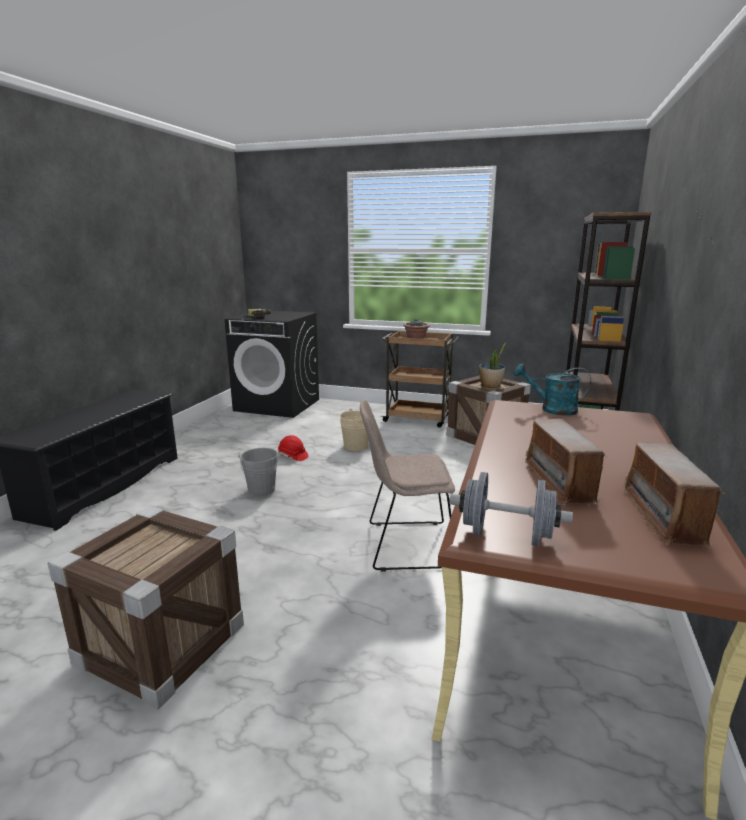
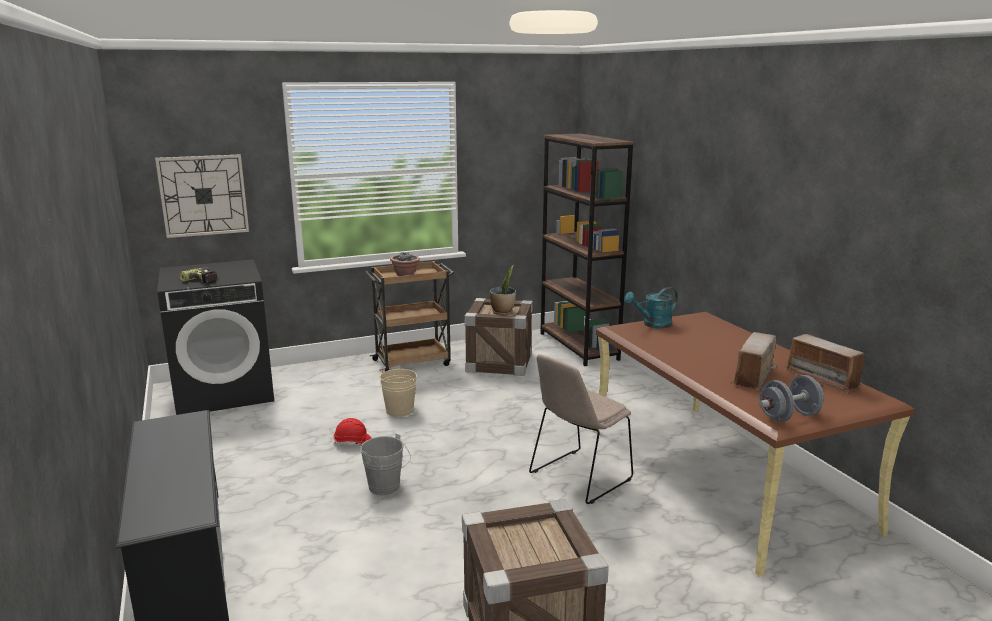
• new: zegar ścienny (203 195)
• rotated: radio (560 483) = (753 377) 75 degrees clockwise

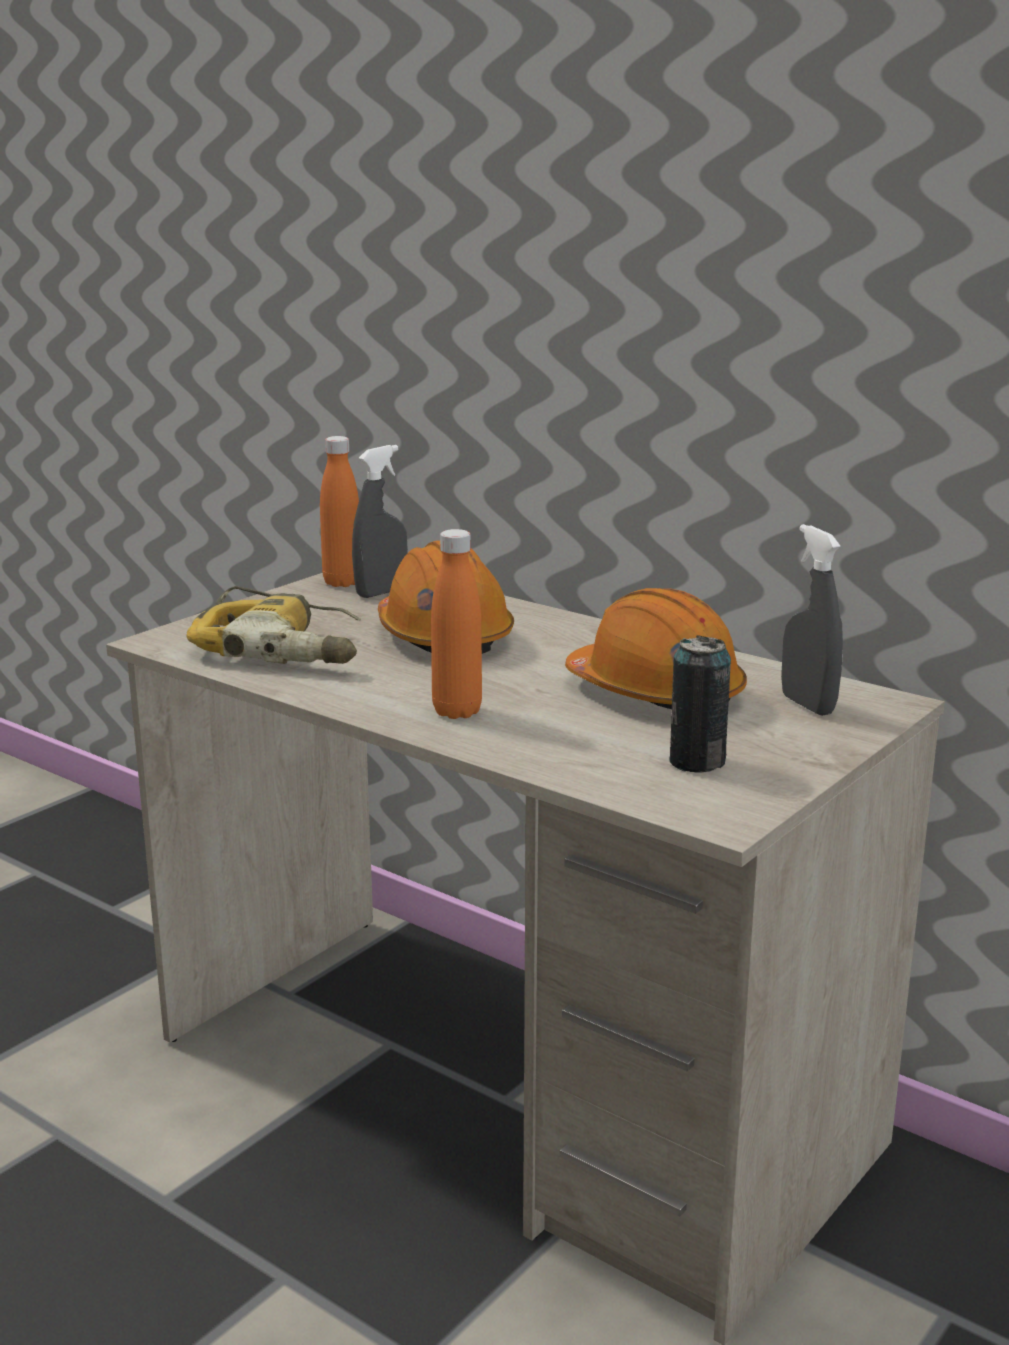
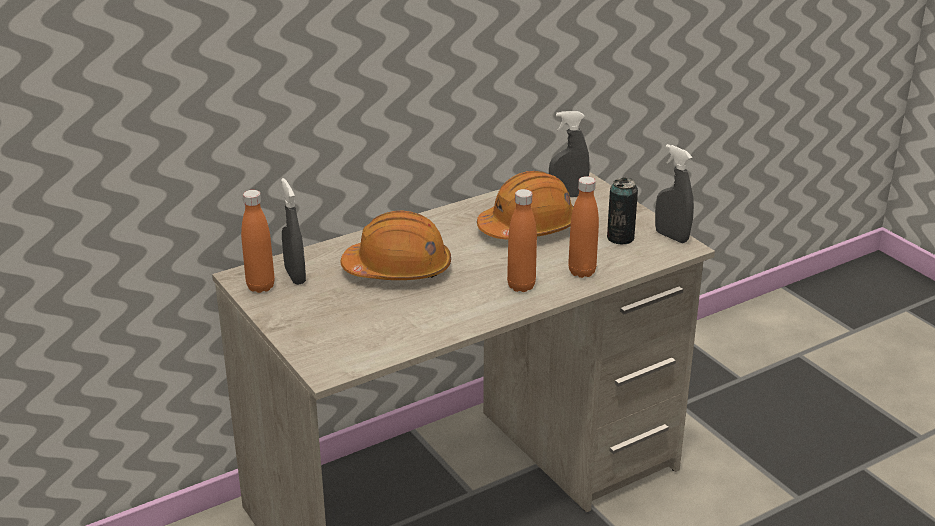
• gone: wiertarka (283 648)
• new: butelka (pomarańczowy) (582 272)
• new: spryskiwacz (szary) (671 236)

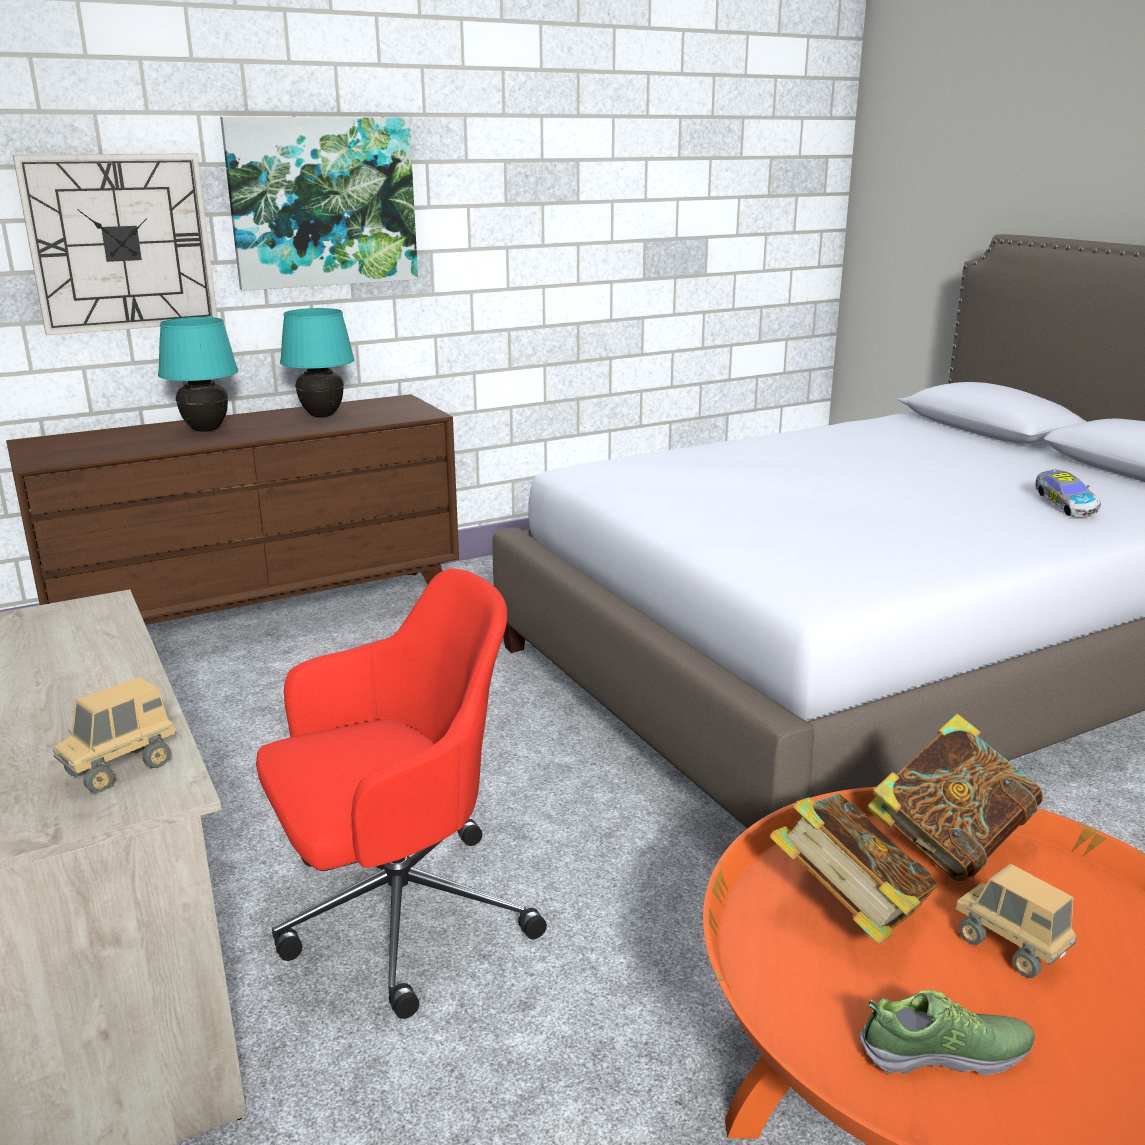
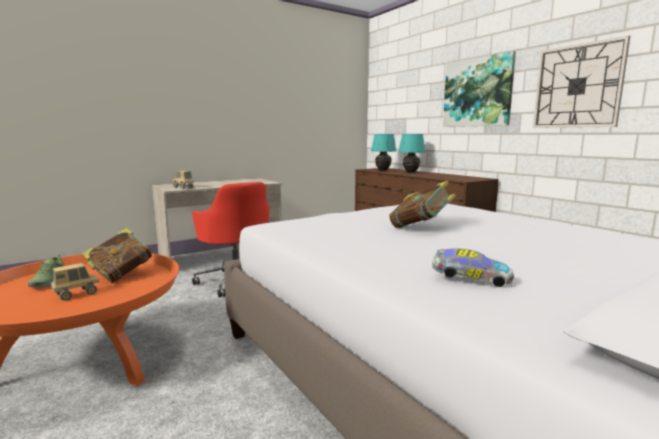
• shifted: zegar ścienny (121 243) to (577 86)
• shifted: lampa stołowa (turkusowy) (321 416) to (383 170)
• shifted: książka (948 844) to (420 228)
• rotated: samochodzik (1063 506) = (469 279) 150 degrees counterclockwise

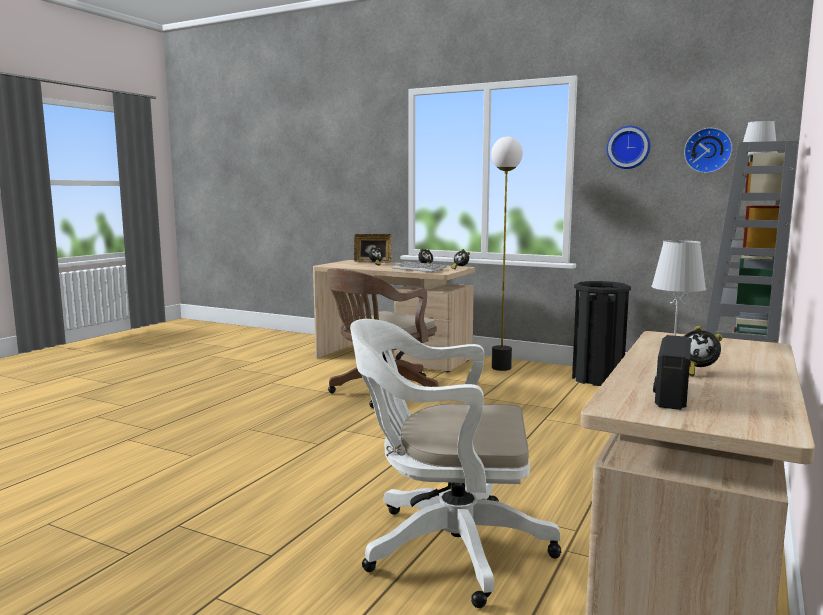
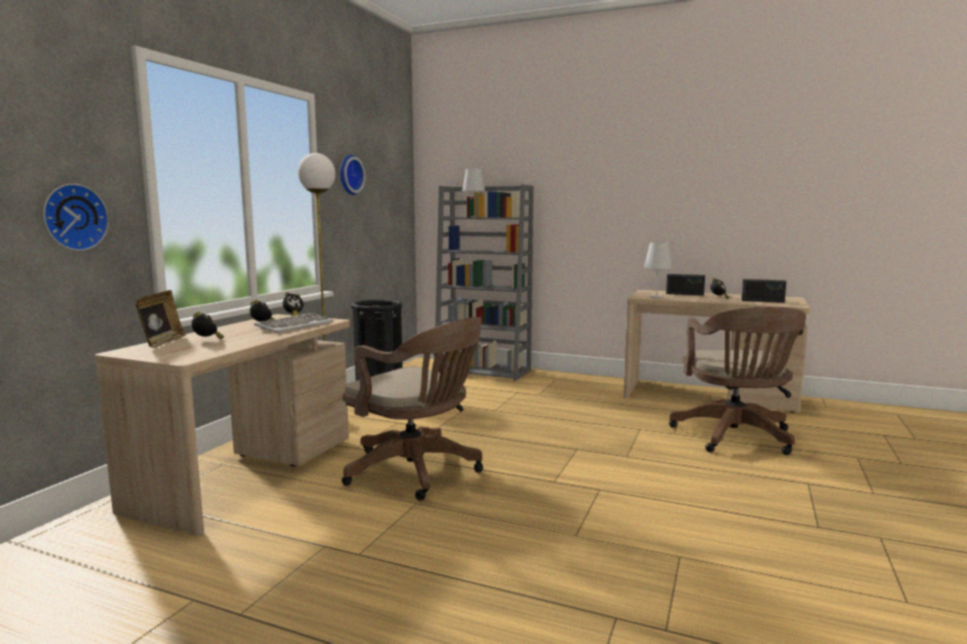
• new: radio (684 294)
• shifted: zegar ścienny (708 150) to (73 217)
• repainted: krzesło biurowe (biały) (446 547) to krzesło biurowe (brązowy) (735 438)

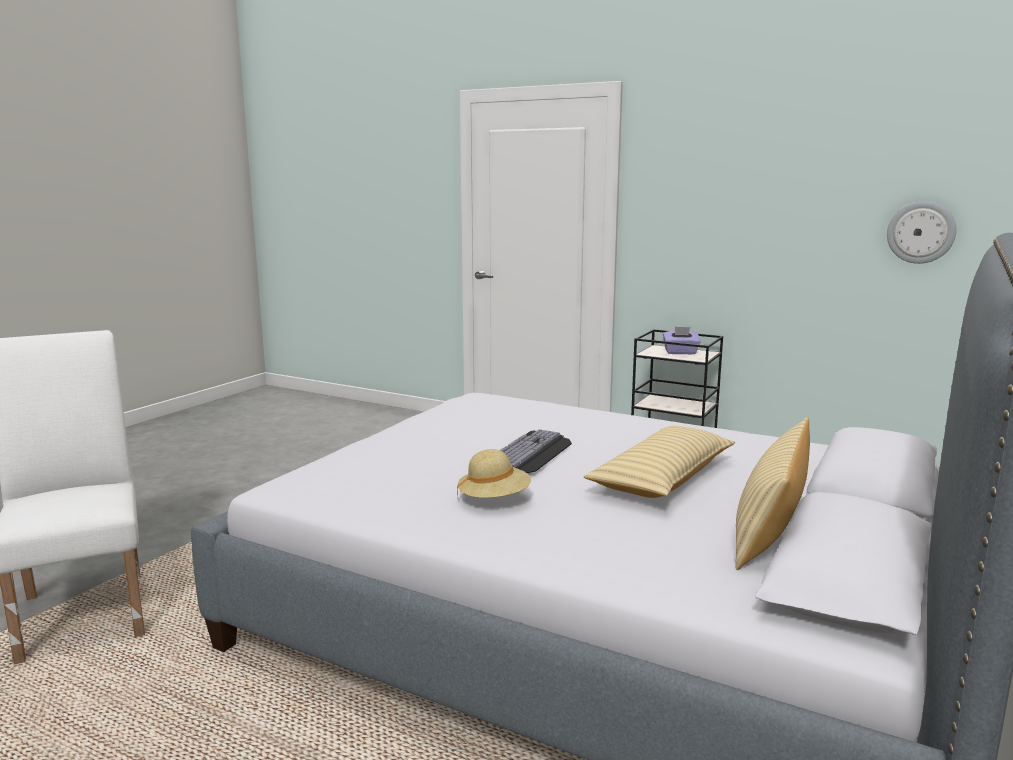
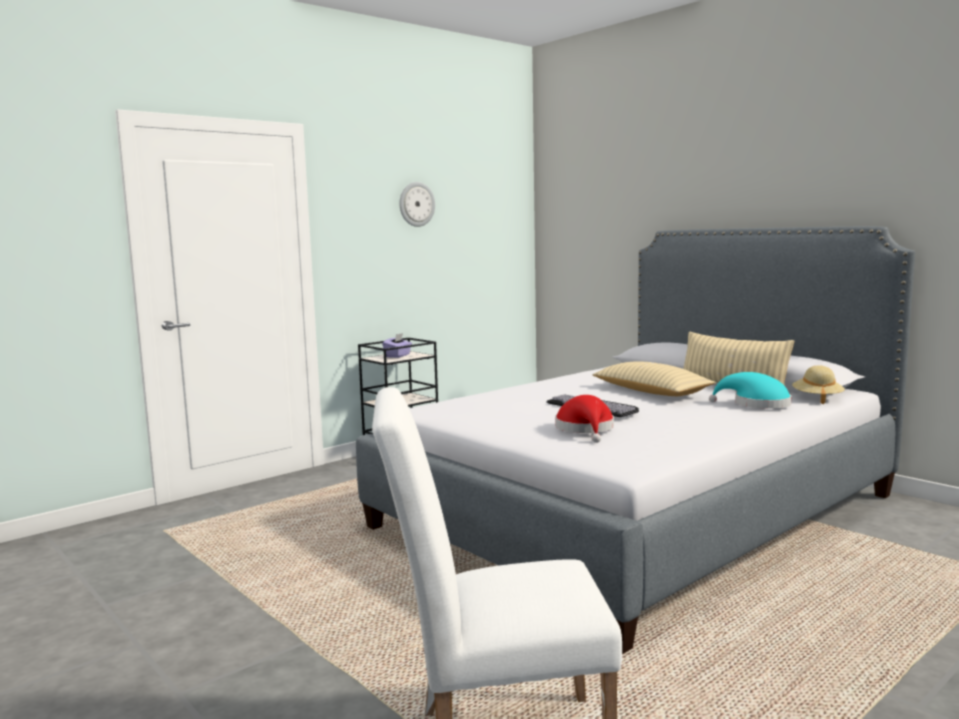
• new: kapelusz (czerwony) (586 429)
• new: kapelusz (turkusowy) (756 404)
• shifted: kapelusz (beżowy) (494 499) to (817 398)
• shifted: zegar ścienny (921 232) to (416 204)

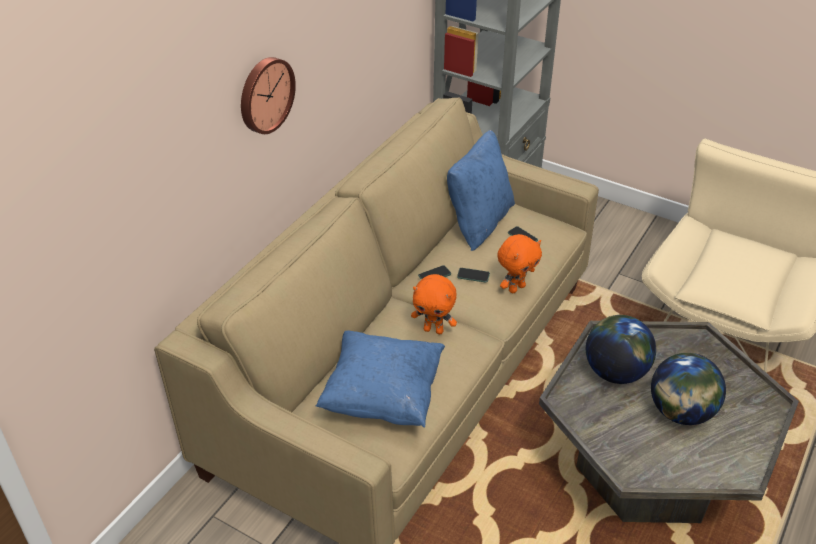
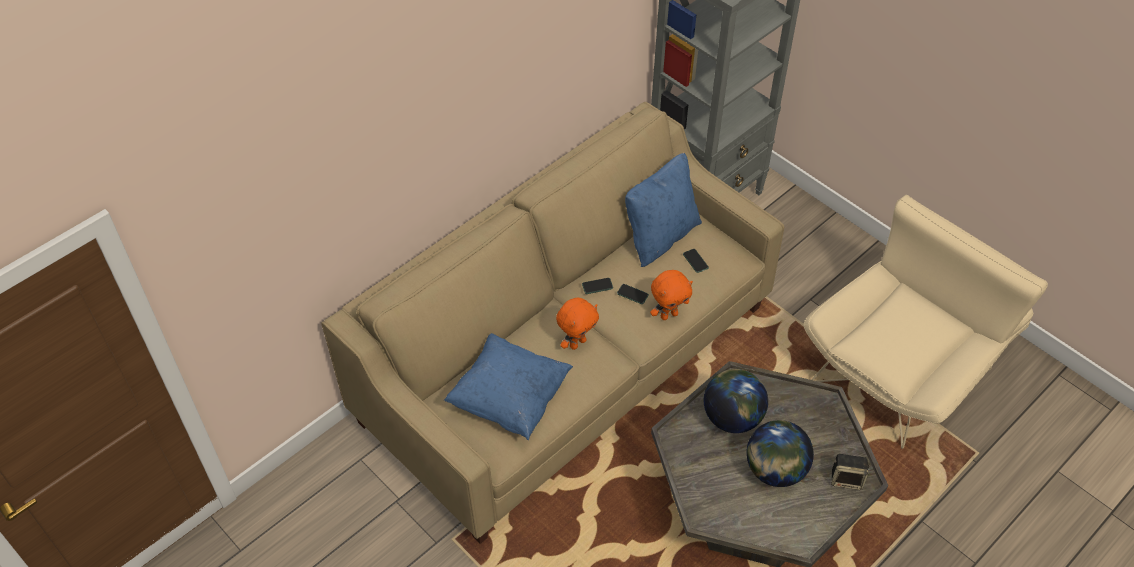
• gone: zegar ścienny (265 94)
• new: głośnik (847 479)
• rotated: pluszak (pomarańczowy) (434 330) = (577 343) 75 degrees counterclockwise

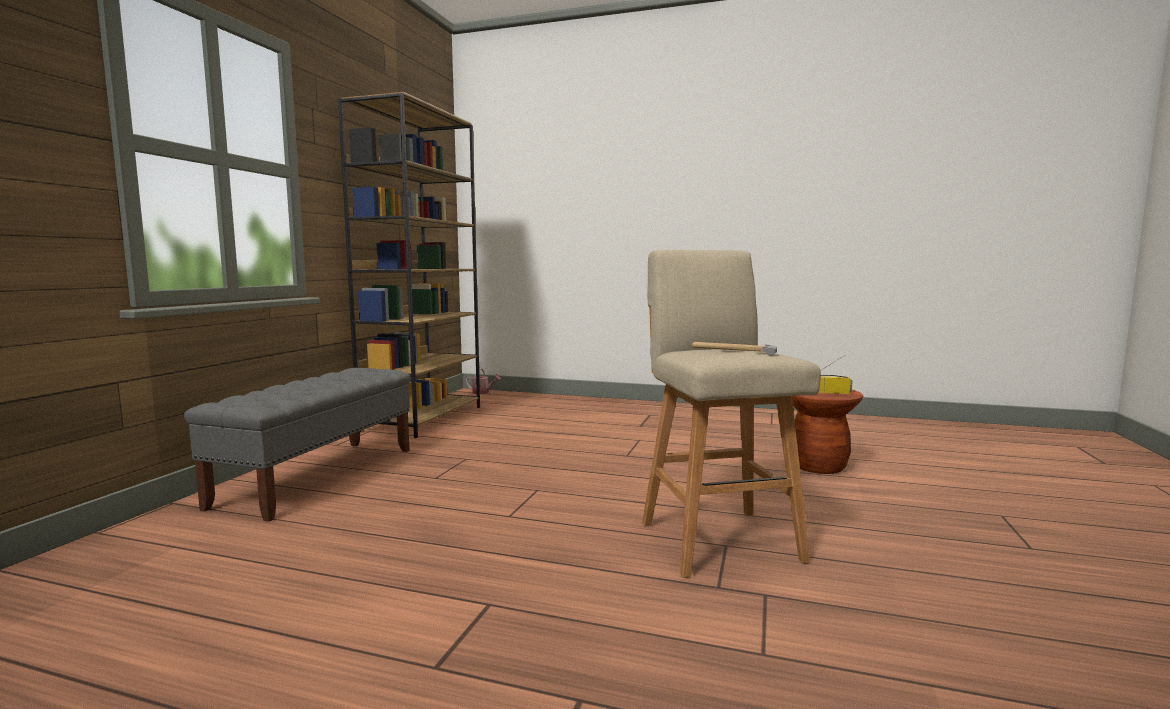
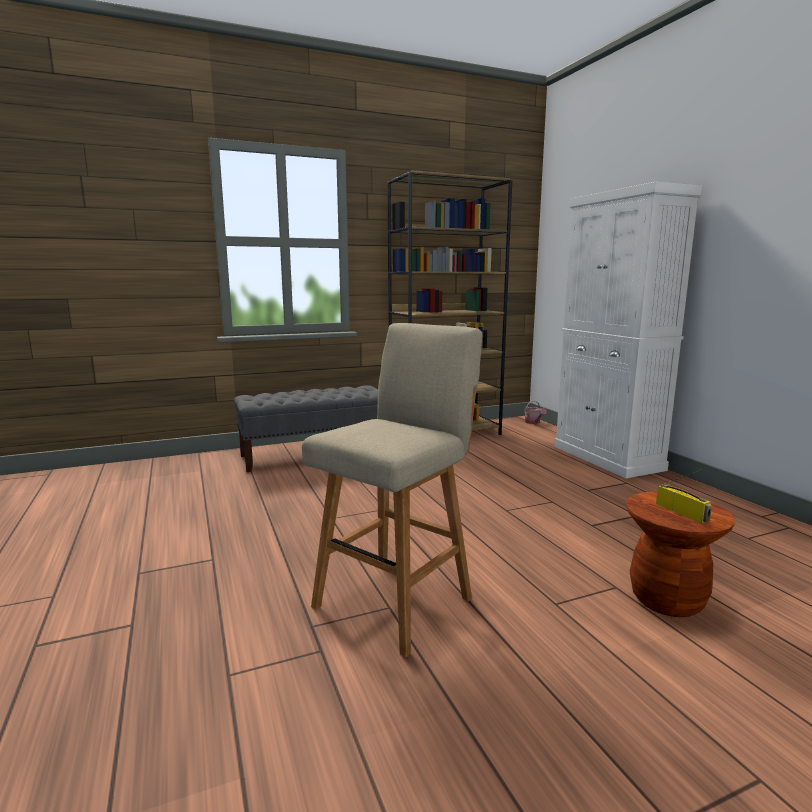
• gone: młotek (734 350)
• new: szafka (biały) (607 458)

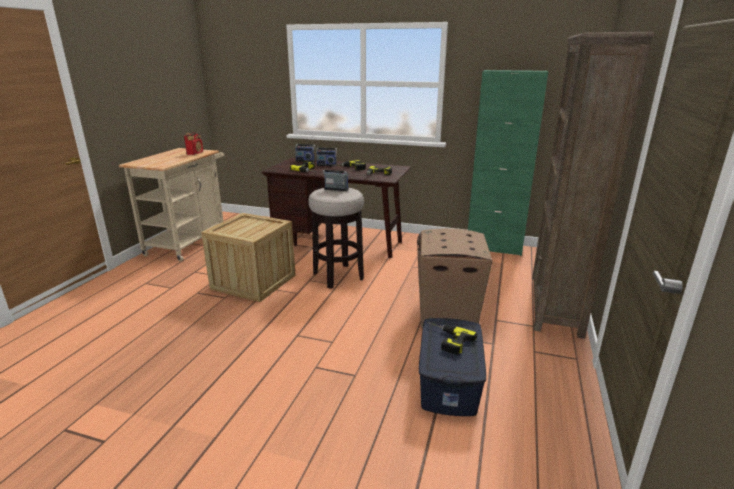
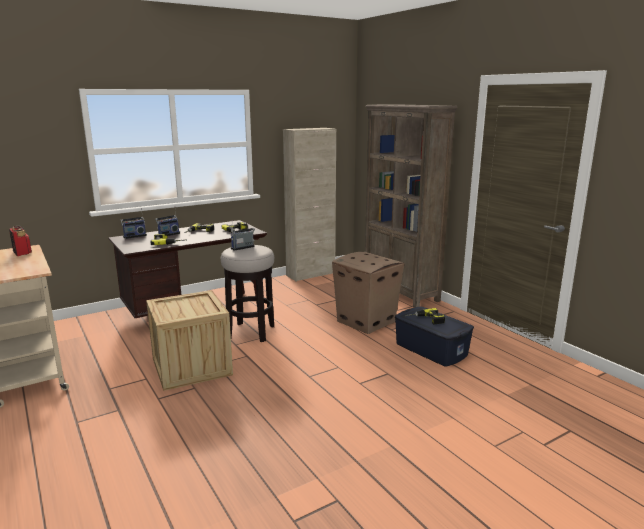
• repainted: szafka (zielony) (494 248) to szafka (beżowy) (310 274)

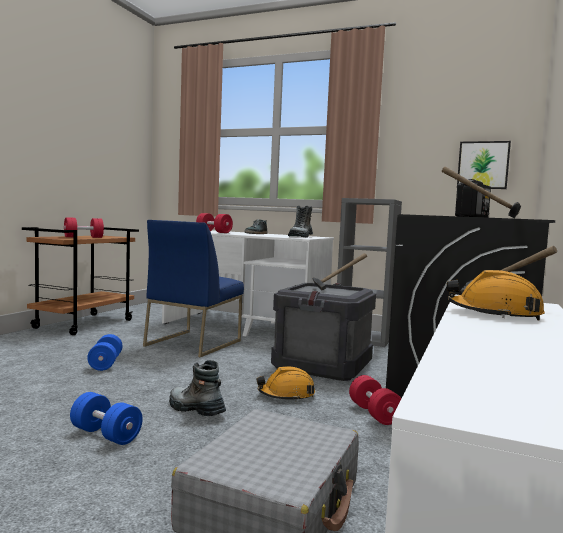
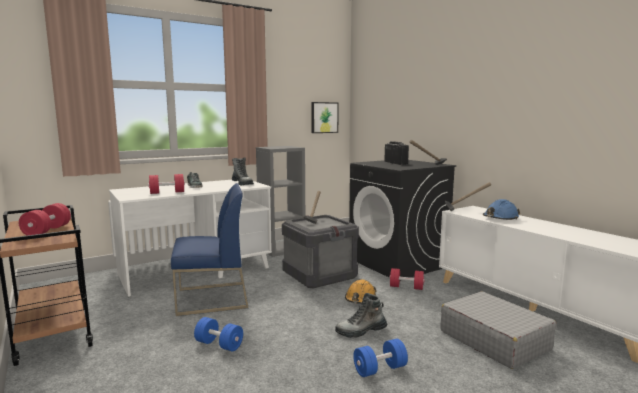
• repainted: kask (pomarańczowy) (494 314) to kask (niebieski) (500 218)
• rotated: krzesło (niebieski) (193 343) = (211 299) 75 degrees counterclockwise

